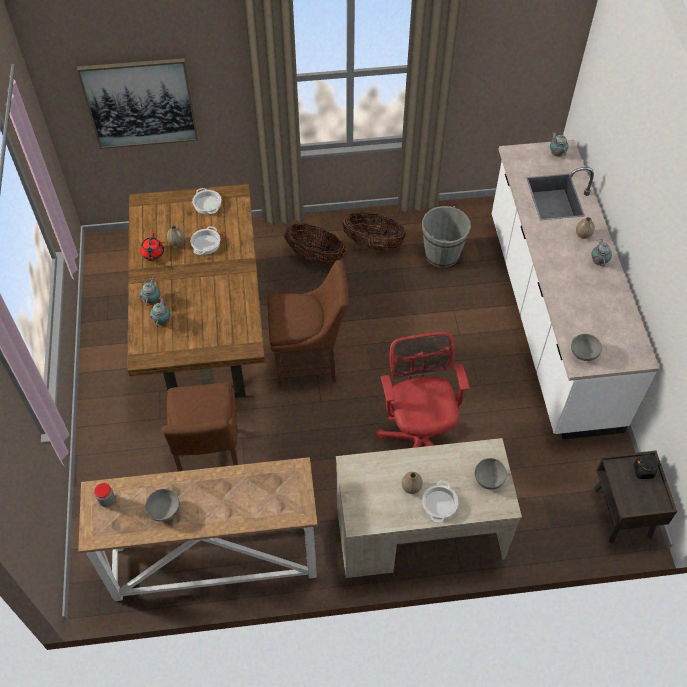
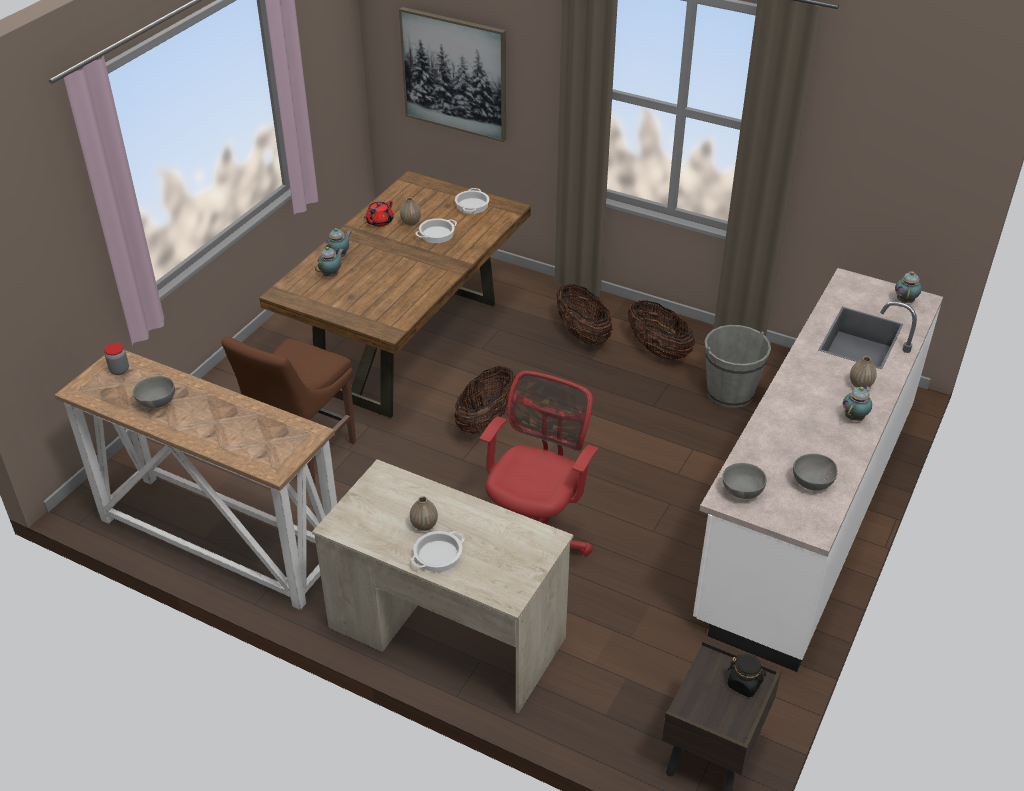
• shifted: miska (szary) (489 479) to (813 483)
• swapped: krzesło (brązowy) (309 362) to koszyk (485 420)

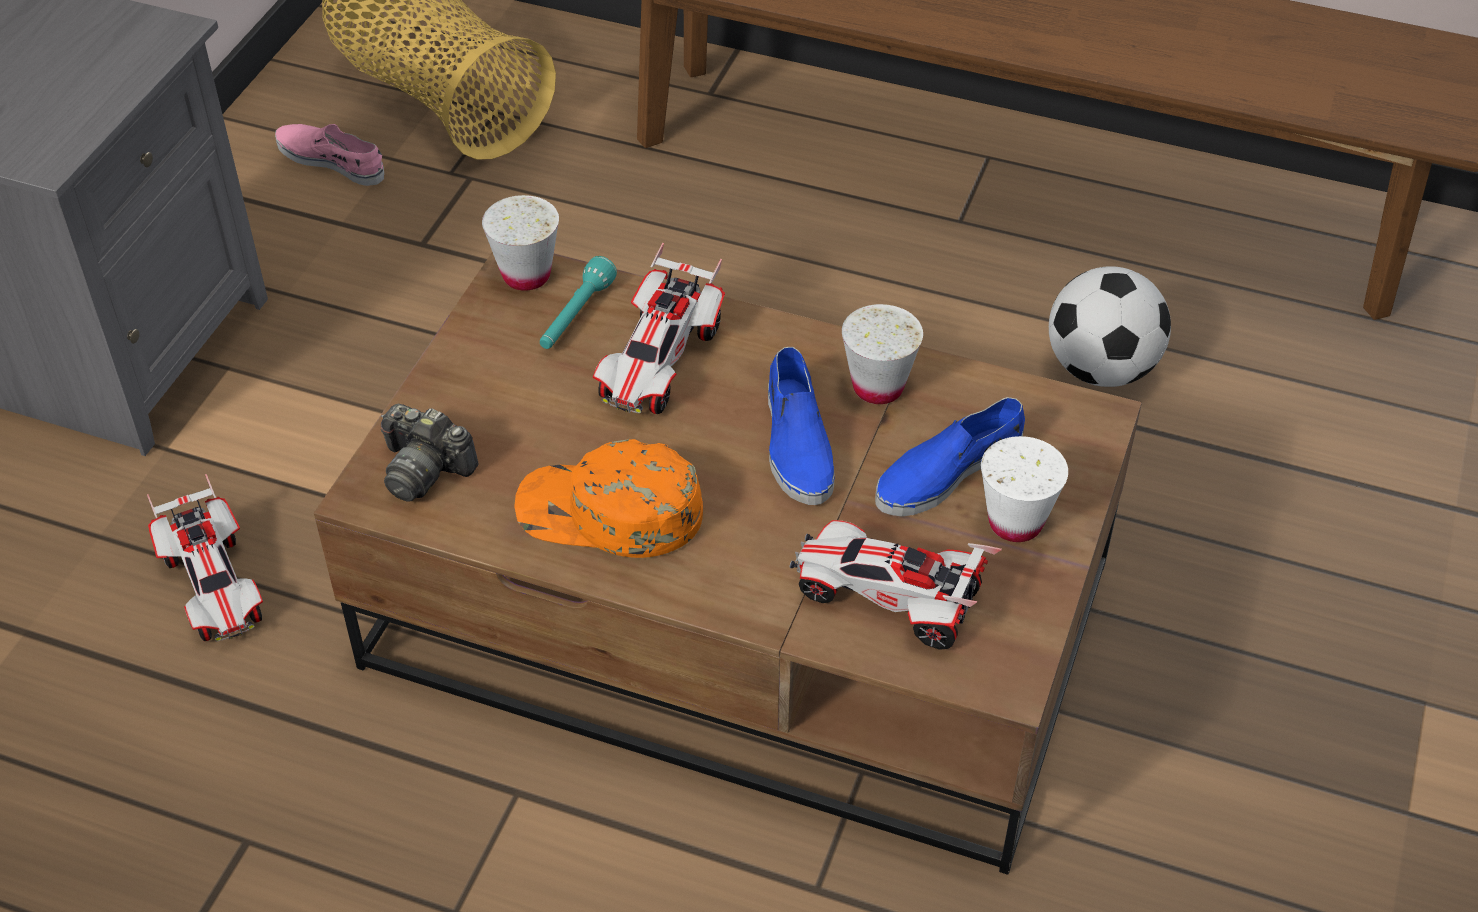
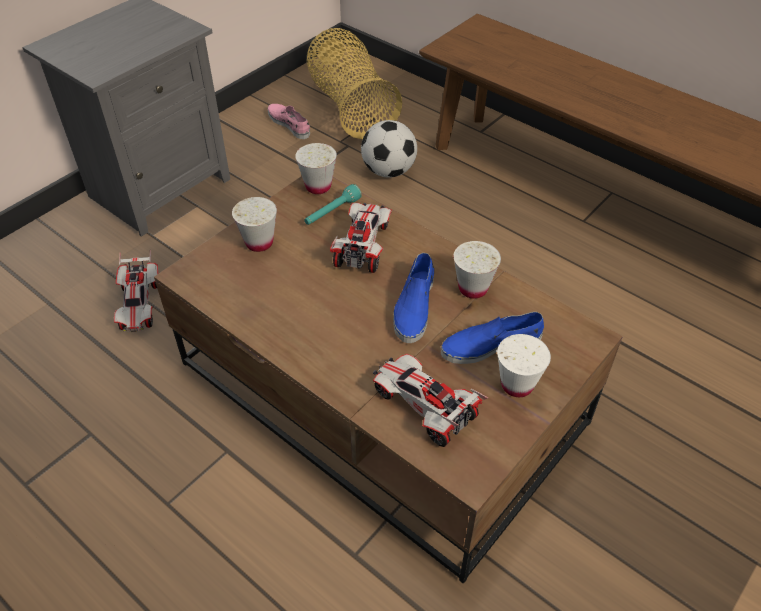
• gone: aparat fotograficzny (424 469)
• gone: czapka z daszkiem (pomarańczowy) (609 513)
• new: filiżanka (biały) (259 242)
• shifted: piłka futbolowa (1100 369) to (388 171)
• rotated: samochodzik (660 363) = (362 246) 150 degrees clockwise

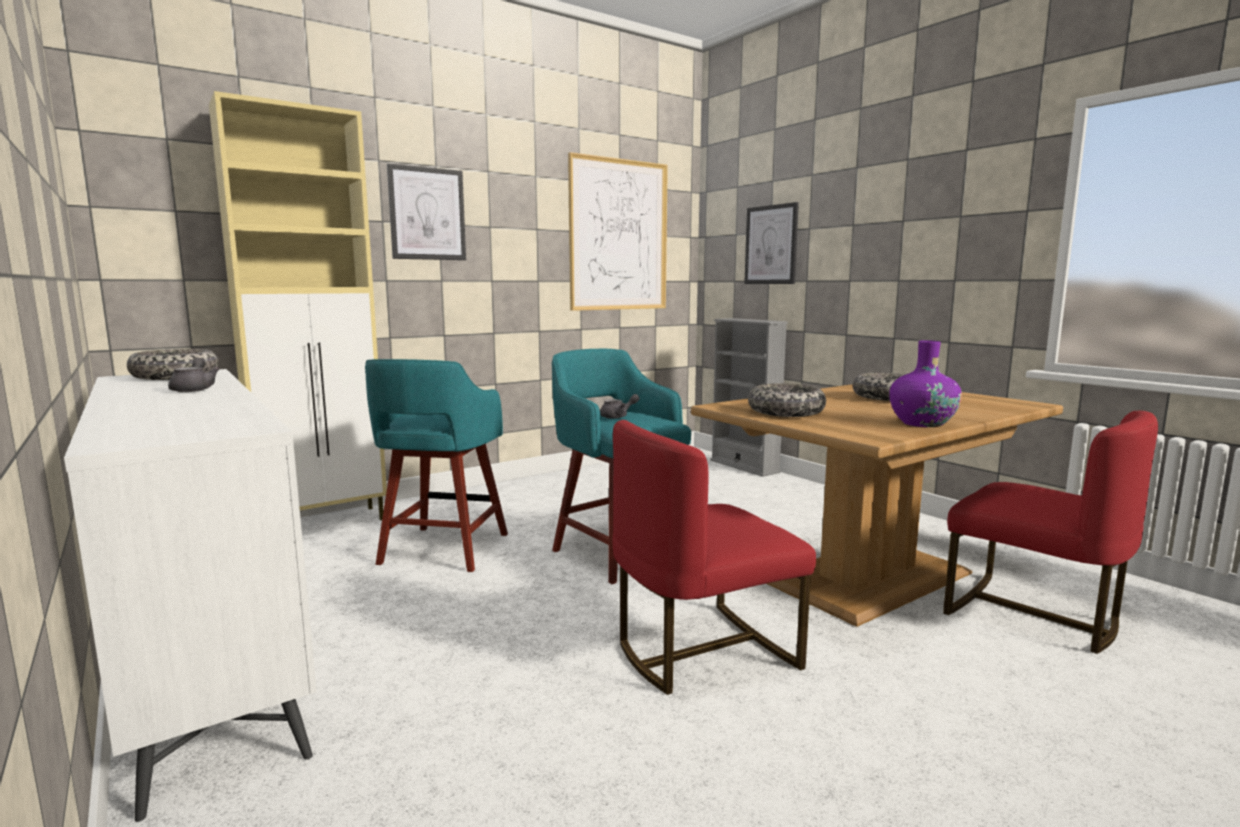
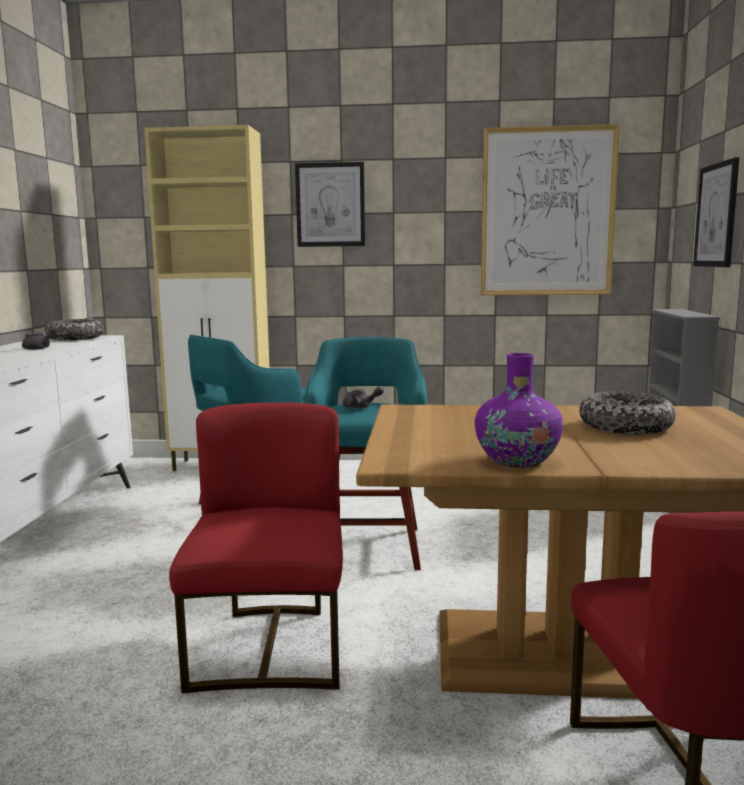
• gone: miska (786 412)
• rotated: krzesło (czerwony) (702 651) = (270 648) 75 degrees clockwise

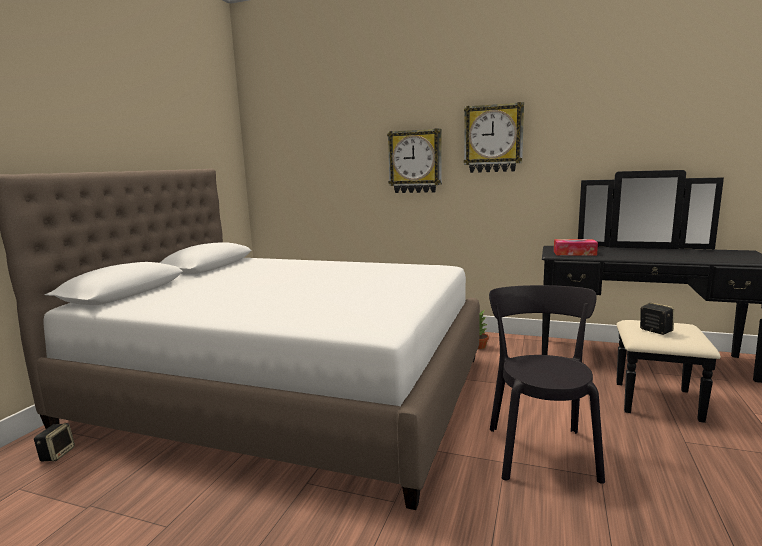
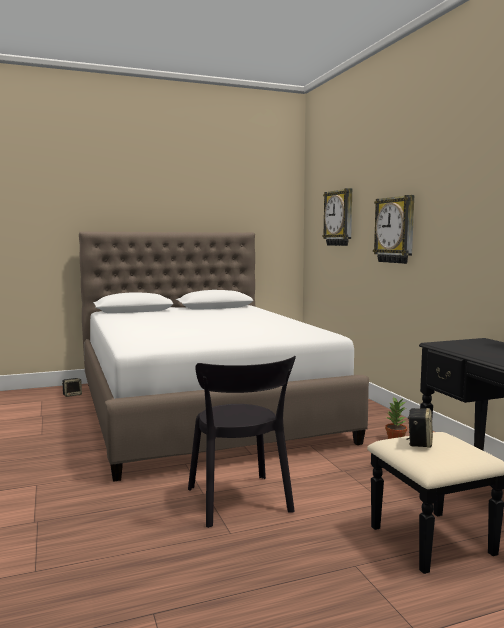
• gone: pudełko chusteczek (574 253)
• shifted: zegar ścienny (493 138) to (339 218)
• rotated: krzesło (czarny) (540 449) = (240 502) 105 degrees clockwise

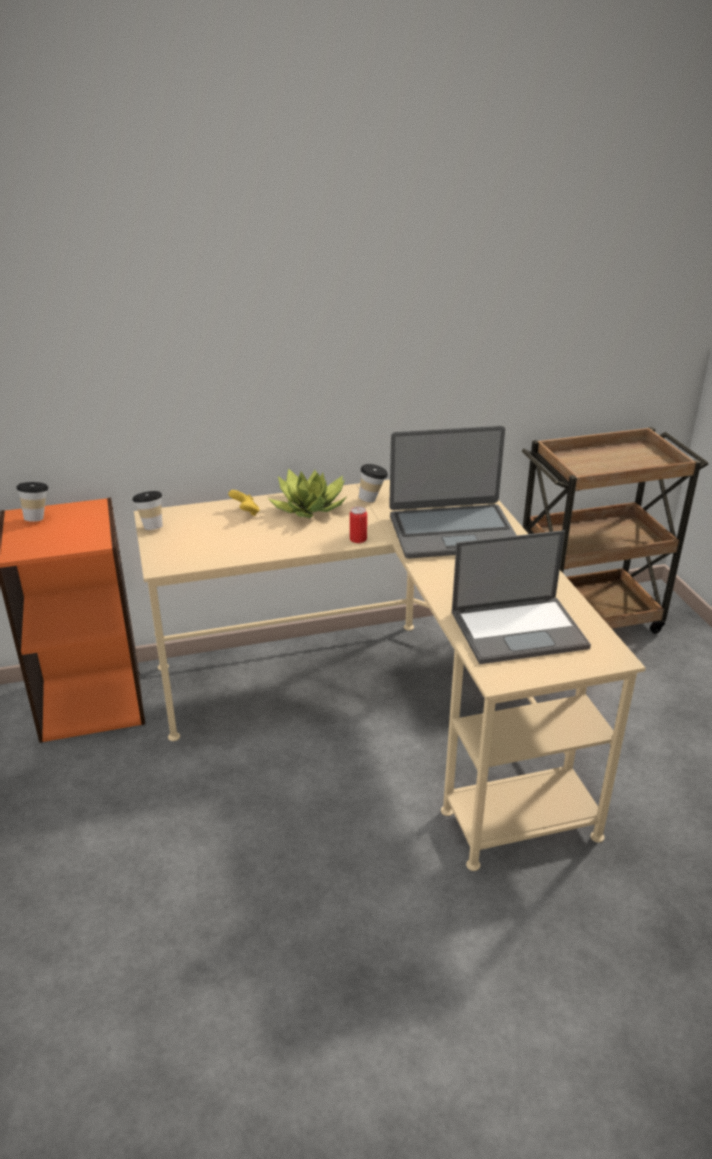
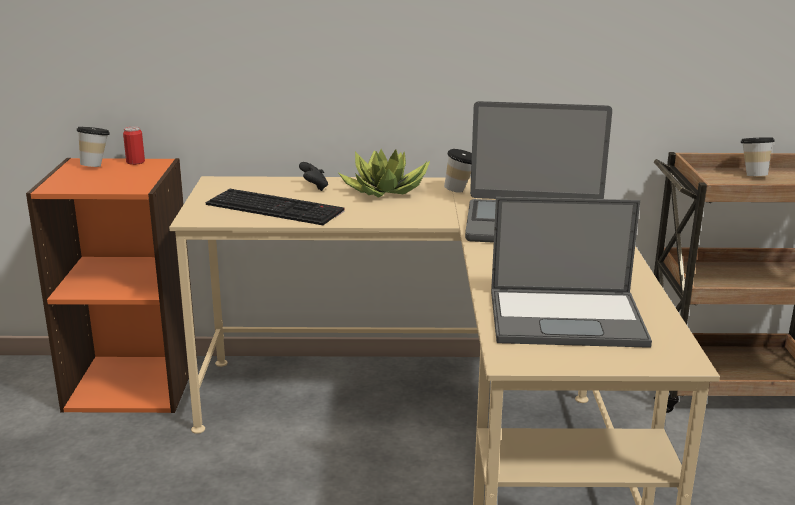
• new: klawiatura (277 207)
• shifted: filiżanka (151 526) to (752 175)
• shifted: puszka (358 539) to (135 162)
• repainted: pad do gier (żółty) (245 512) to pad do gier (czarny) (314 188)

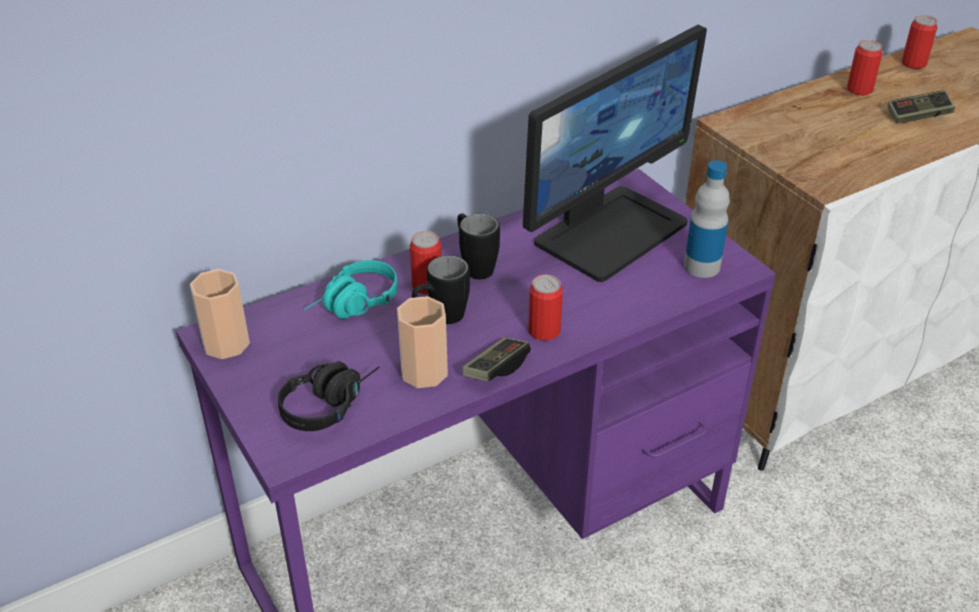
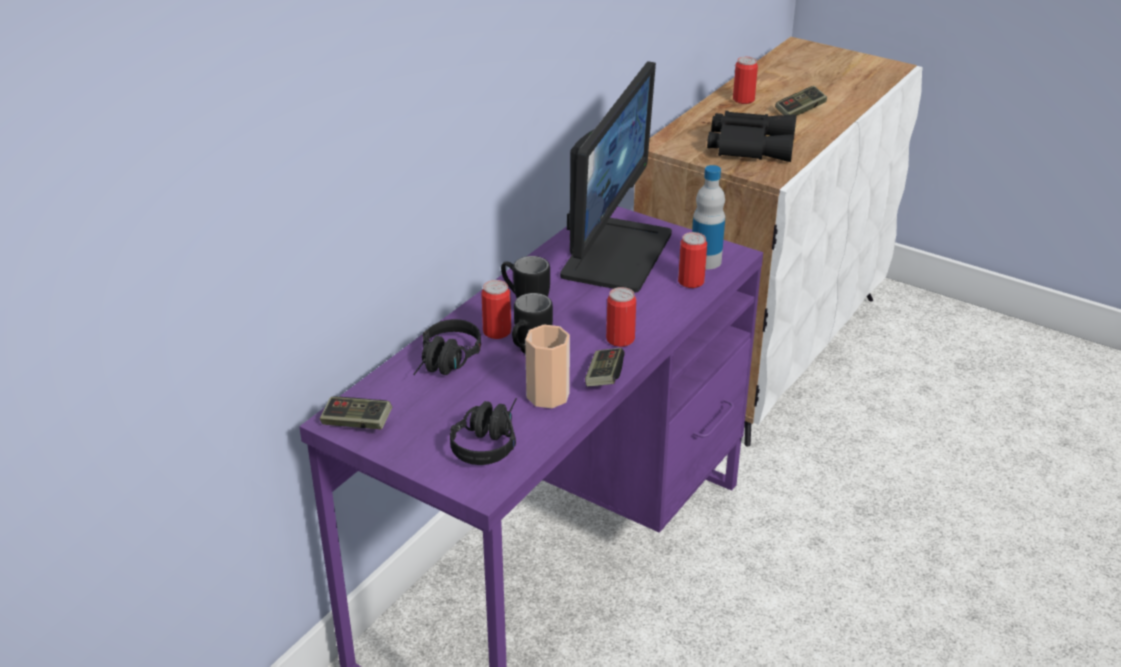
• new: lornetka (czarny) (749 145)
• shifted: puszka (913 63) to (691 281)
• swapped: filiżanka (226 344) to pad do gier (357 423)
• repainted: słuchawki (turkusowy) (353 306) to słuchawki (czarny) (446 363)

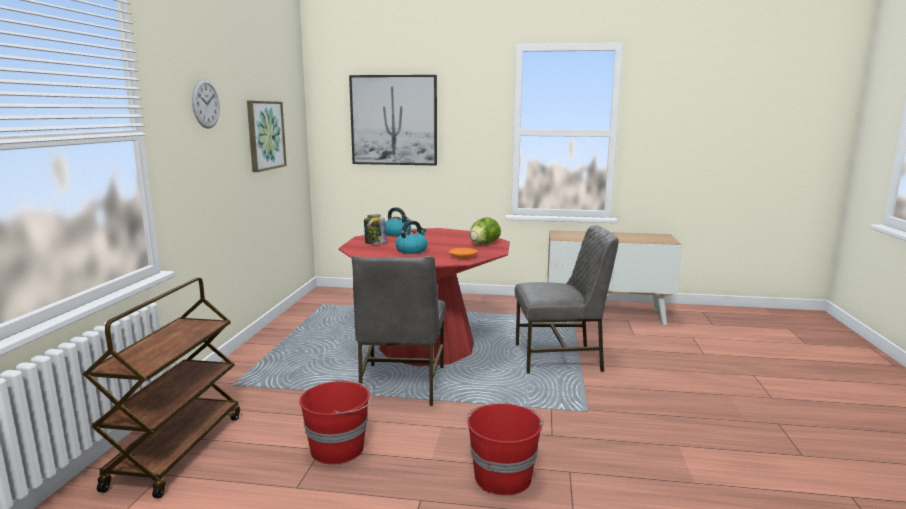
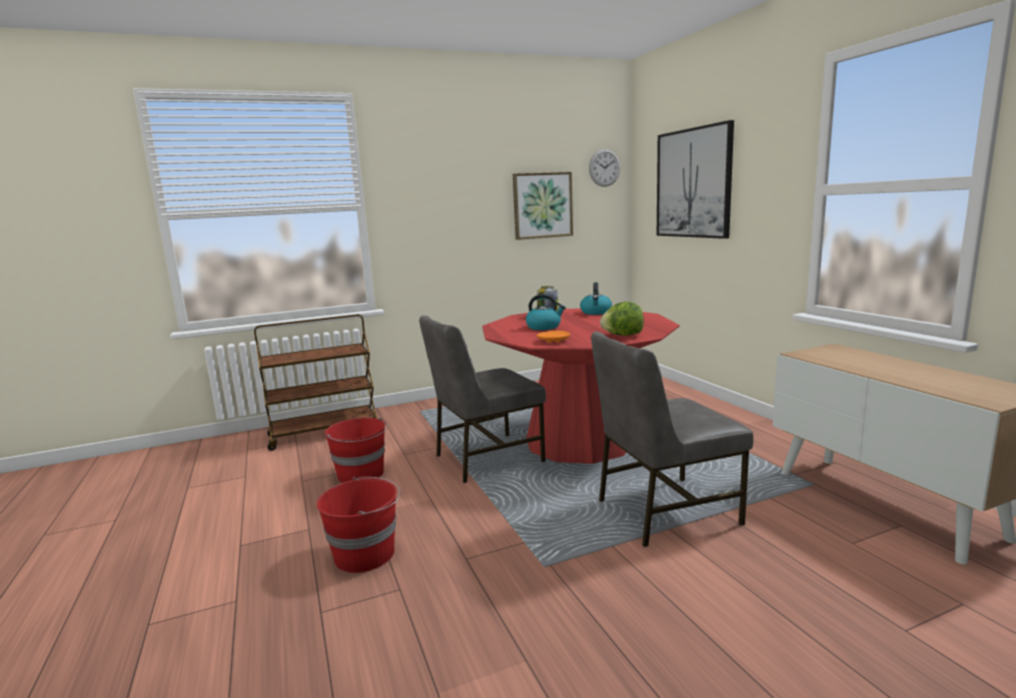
• shifted: zegar ścienny (205 103) to (604 168)
• rotated: krzesło (szary) (559 358) = (664 511) 105 degrees clockwise

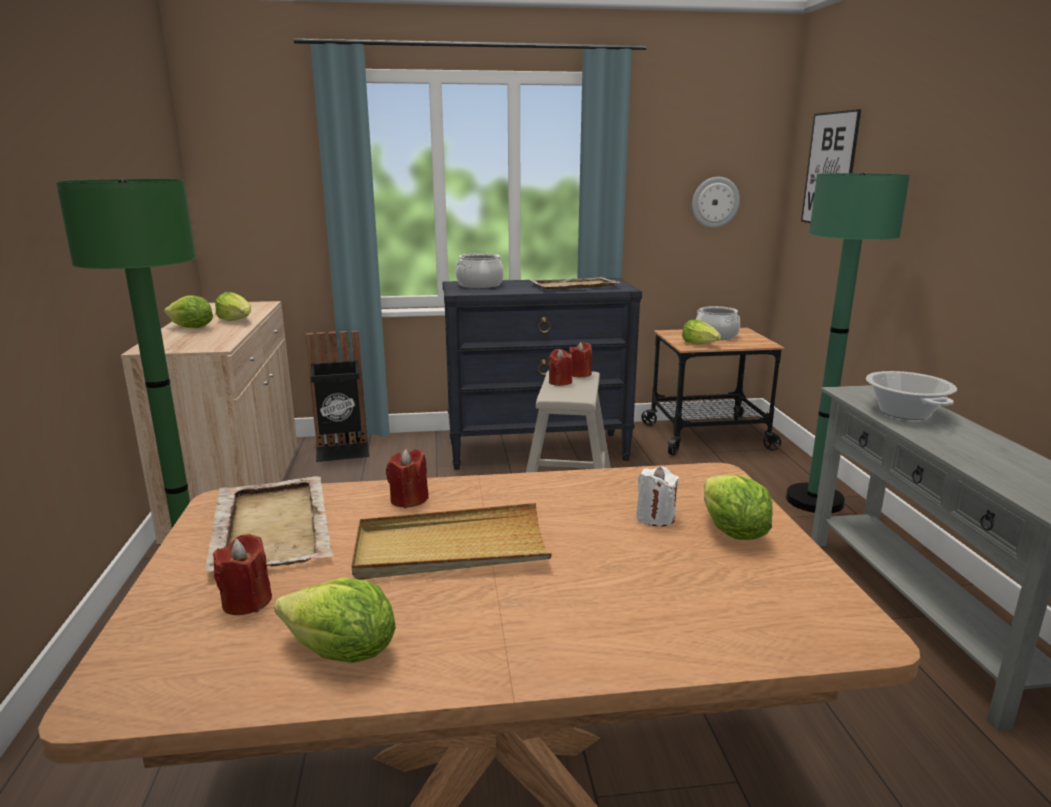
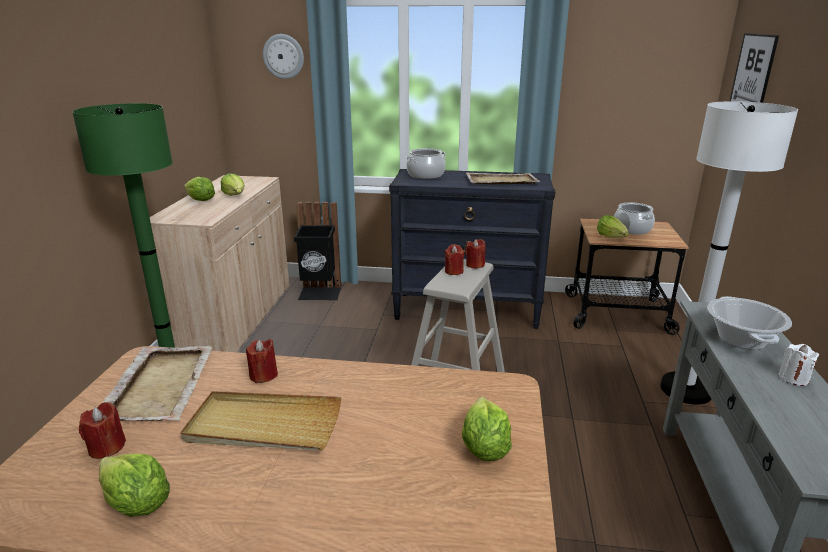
• shifted: świeca (biały) (655 517) to (793 378)
• shifted: zegar ścienny (715 202) to (283 56)
• repainted: lampa stojąca (zielony) (814 500) to lampa stojąca (biały) (686 389)

